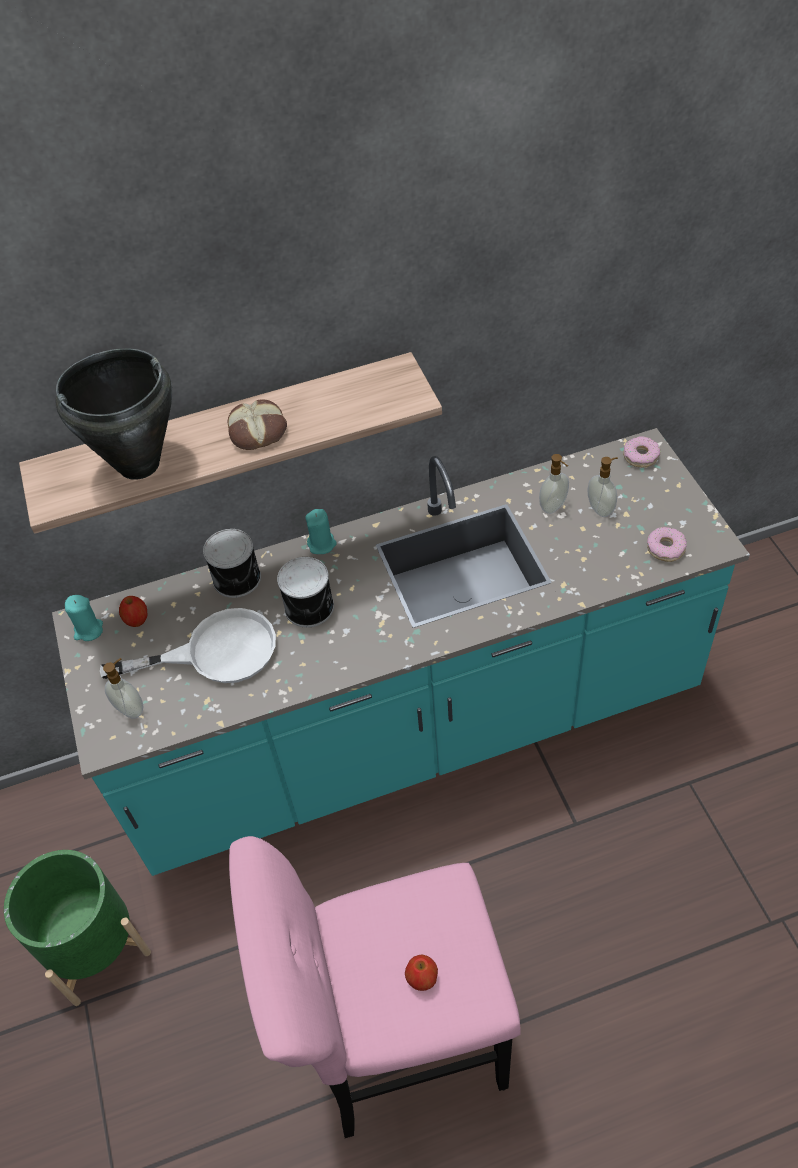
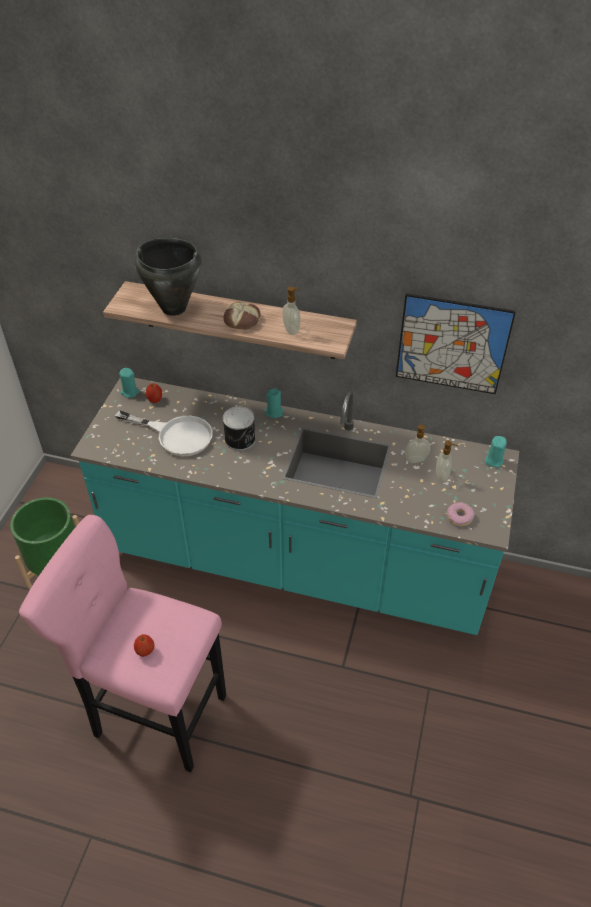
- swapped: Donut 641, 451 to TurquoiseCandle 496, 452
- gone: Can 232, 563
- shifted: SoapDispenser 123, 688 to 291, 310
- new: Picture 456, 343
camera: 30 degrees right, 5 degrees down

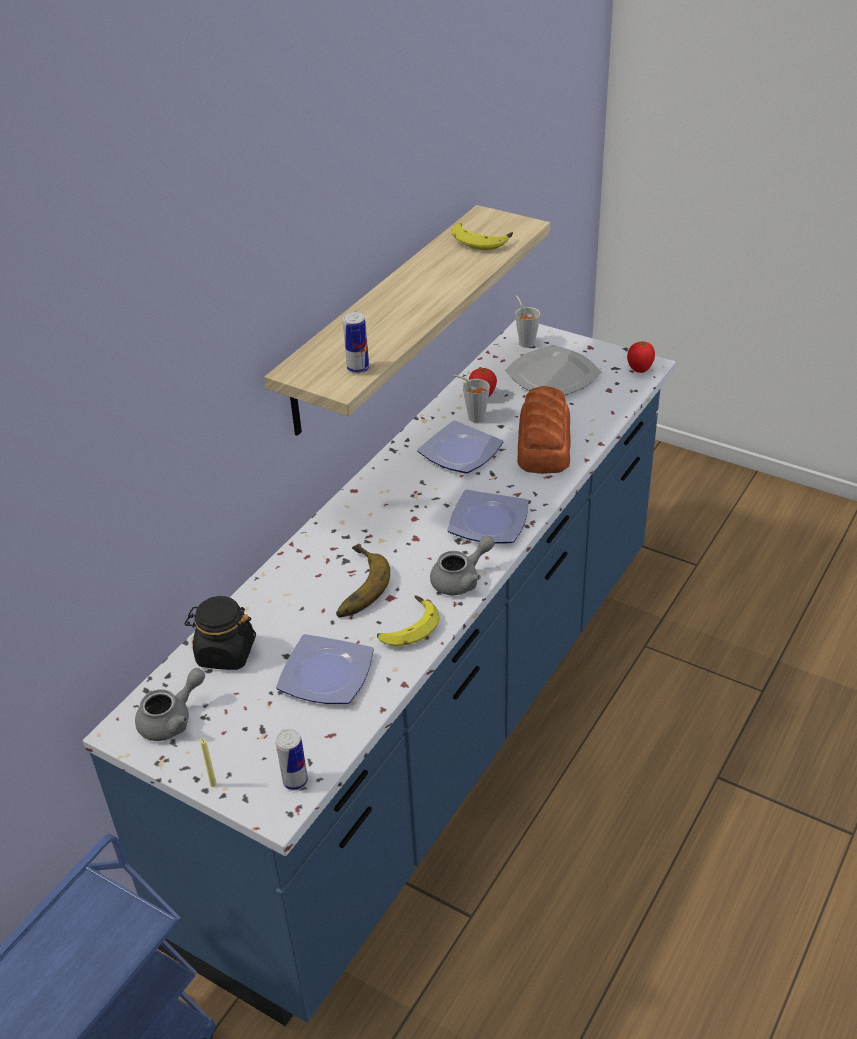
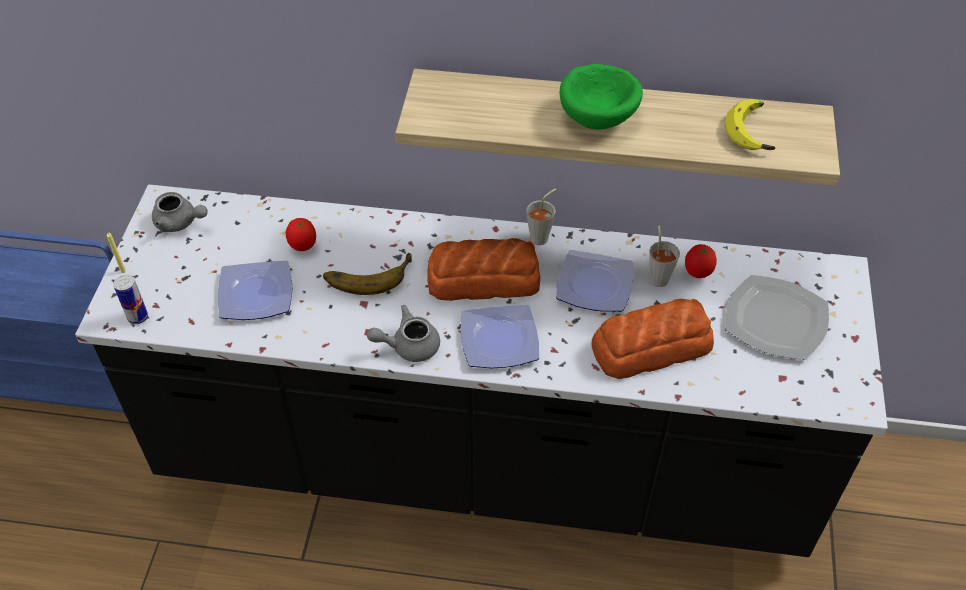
- shifted: GreyCup 527, 321 to 541, 216
- gone: Can 356, 343
- repainted: BlueCounter 379, 673 to BlackCounter 481, 370
- shifted: Tomato 641, 357 to 301, 234
- rotated: GreyTeapot 462, 565 = 403, 333 135 degrees clockwise
- gone: Banana 408, 620
- gone: BlackJar 220, 633
- new: GreenBowl 601, 97
- new: Bread 483, 269
camera: 65 degrees right, 10 degrees up

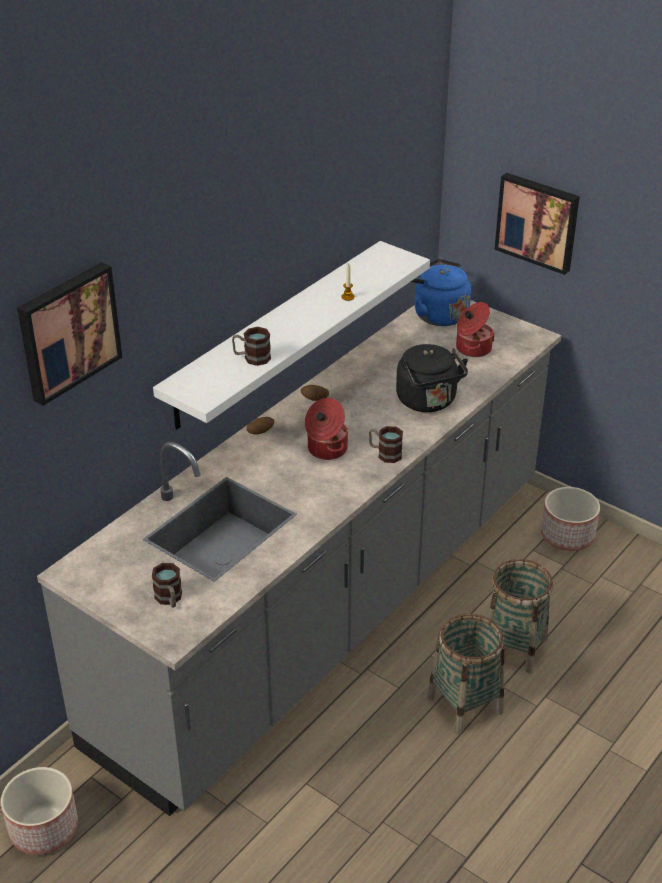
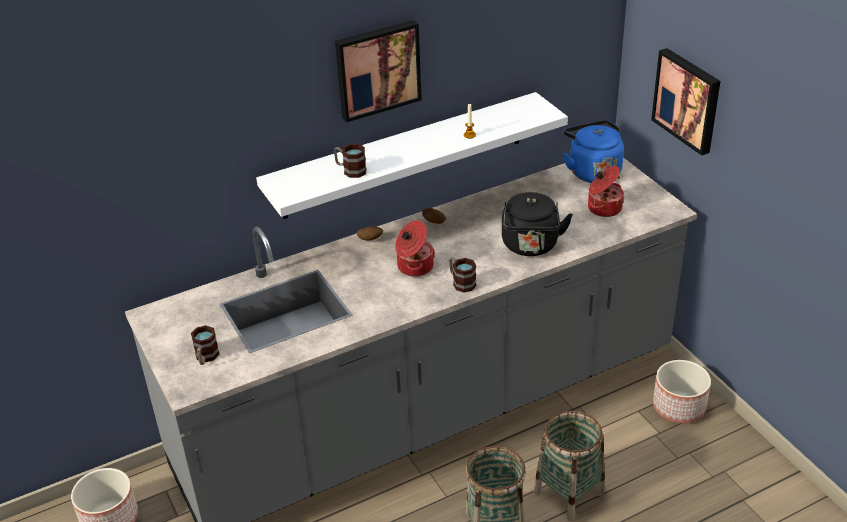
- shifted: Picture 69, 334 to 378, 71
camera: 25 degrees right, 0 degrees up

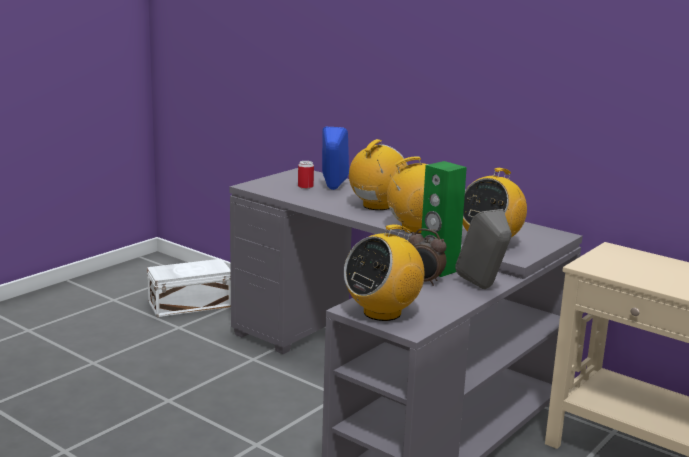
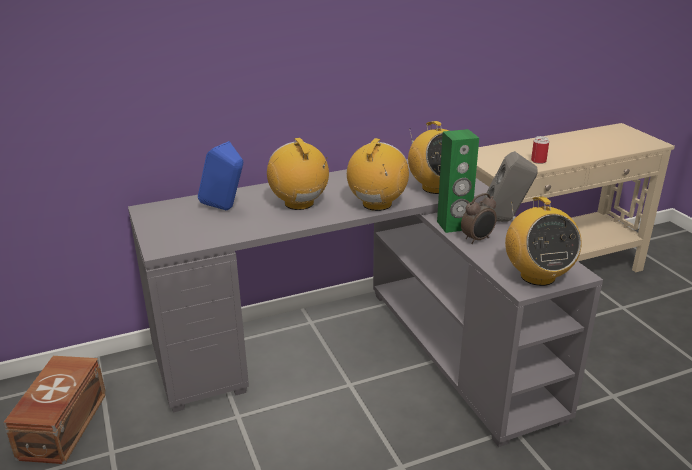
- shifted: Can 306, 175 to 540, 150
- repainted: WhiteStorageBox 189, 288 to BrownStorageBox 54, 410
camera: 60 degrees left, 10 degrees up

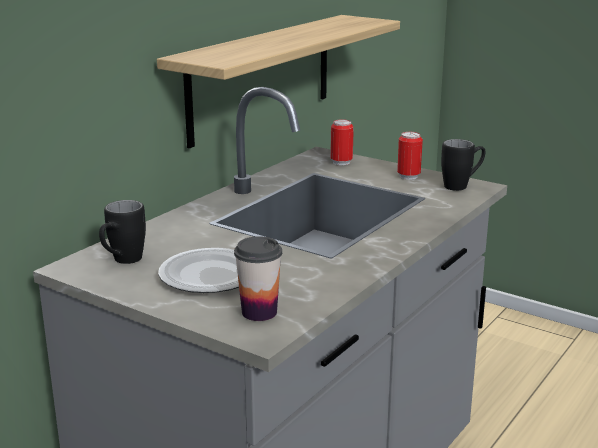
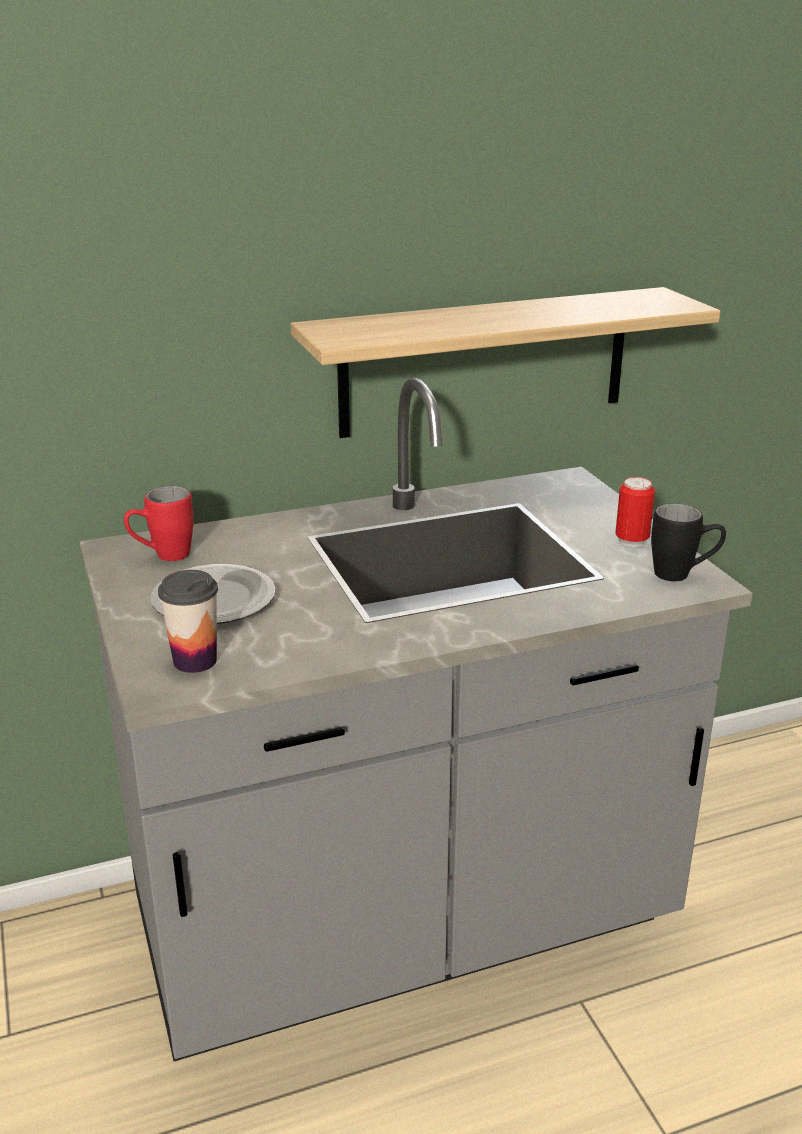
- gone: Can 342, 142
- repainted: BlackMug 122, 232 to RedMug 159, 523
camera: 35 degrees right, 5 degrees up

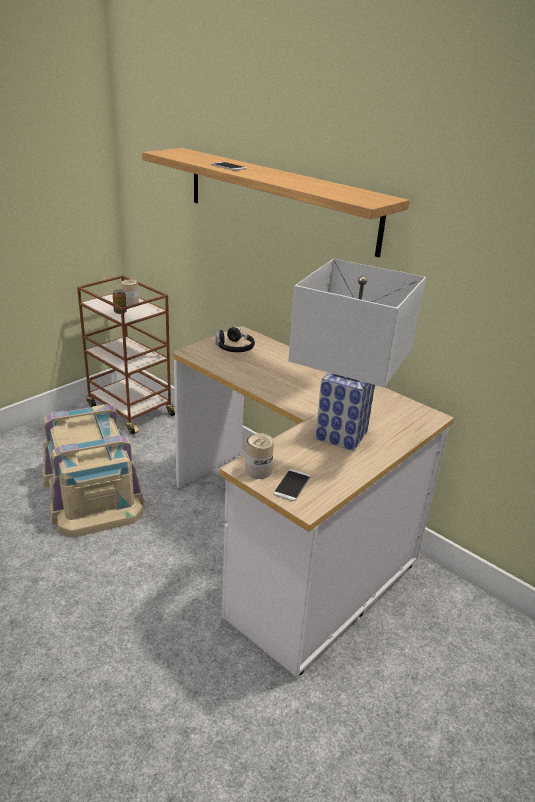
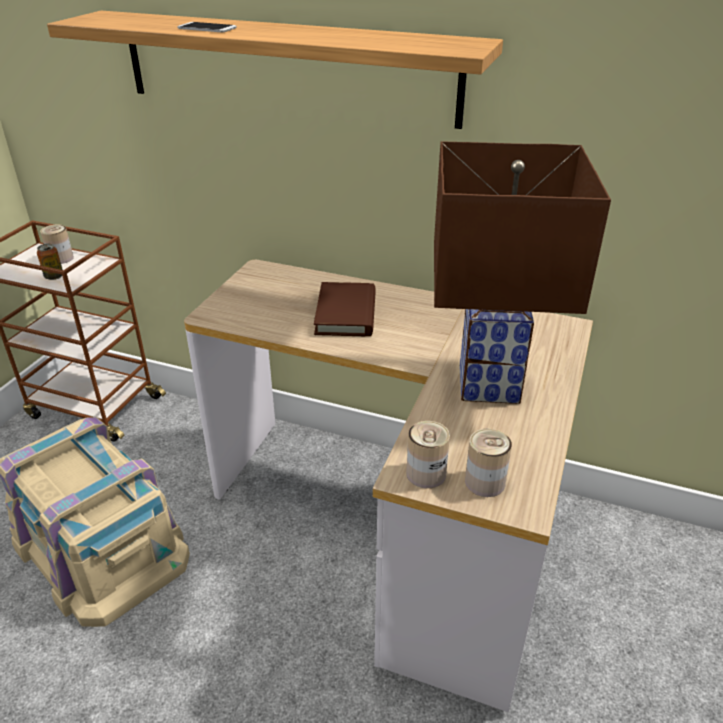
- repainted: WhiteTableLamp 357, 355 to BrownTableLamp 522, 272
- gone: BlackHeadphones 235, 339
- swapped: Phone 292, 485 to Can 488, 462
- new: BrownBook 345, 309
camera: 20 degrees left, 5 degrees up

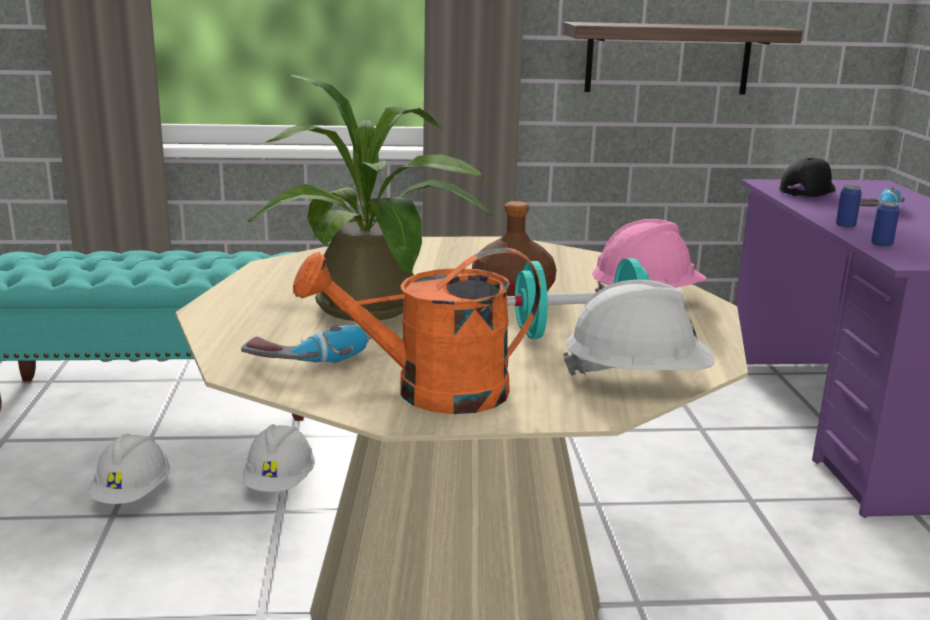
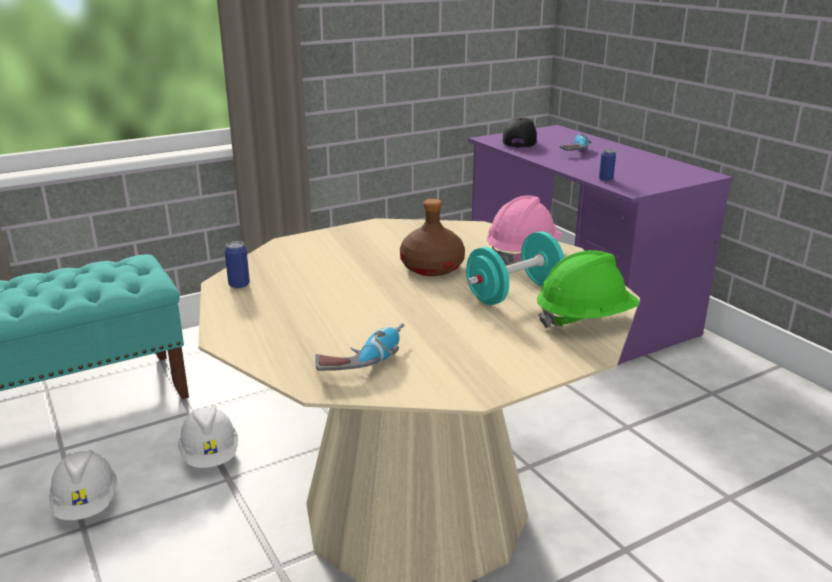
- gone: Shelf 683, 58
- gone: PottedPlant 370, 197
- shifted: Can 849, 206 to 237, 264
- gone: OrangeWateringCan 417, 331
- repainted: WhiteHardHat 639, 328 to GreenHardHat 588, 289
camera: 25 degrees left, 5 degrees up

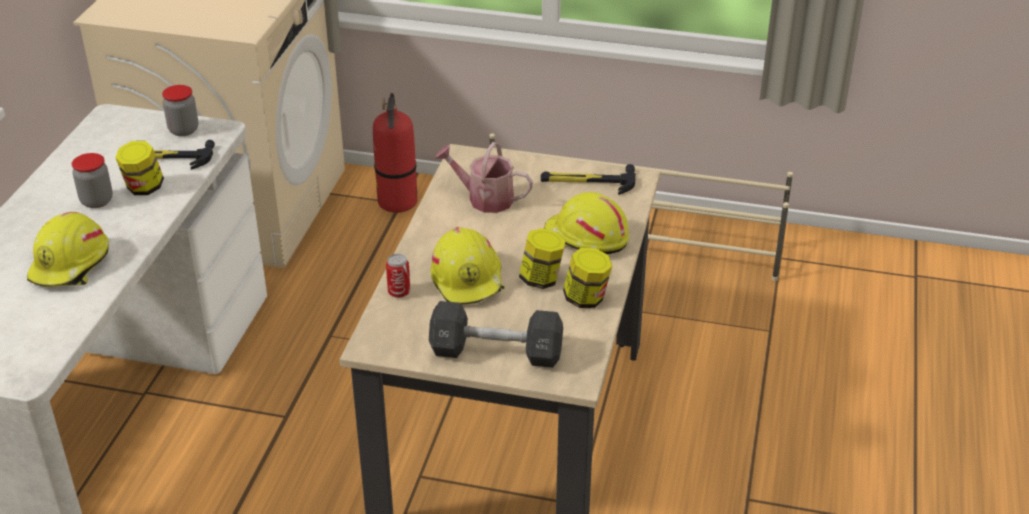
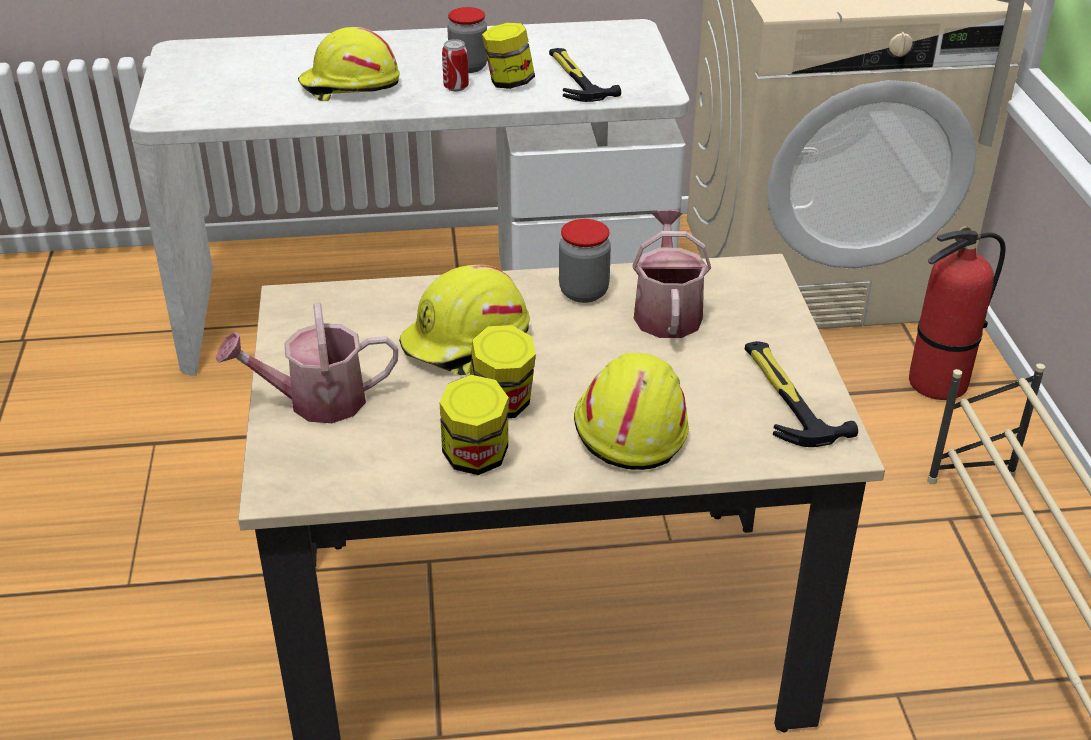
- shifted: Jar 180, 110 to 585, 261
- shifted: Can 398, 276 to 455, 65
- swapped: BlackDumbbell 496, 334 to WateringCan 307, 363
camera: 70 degrees right, 0 degrees up

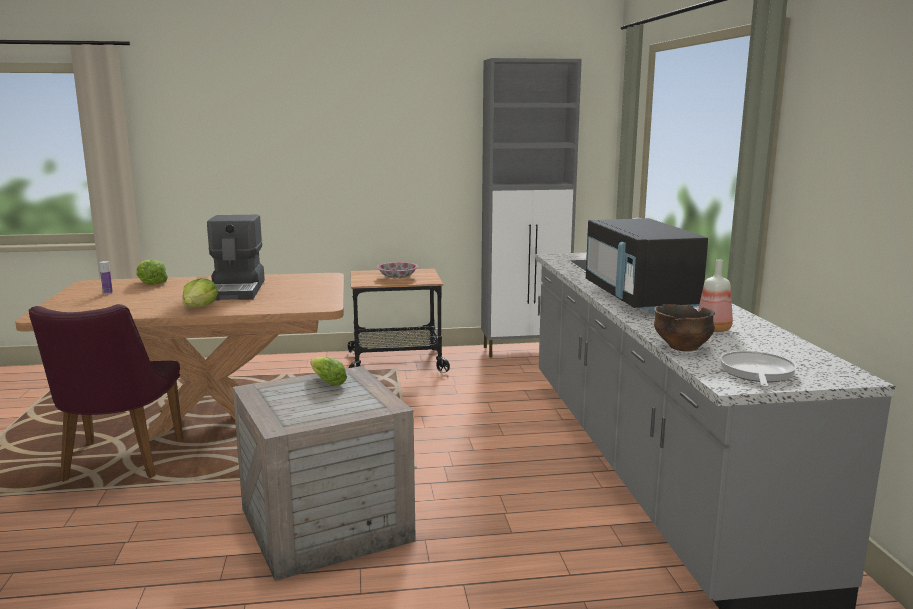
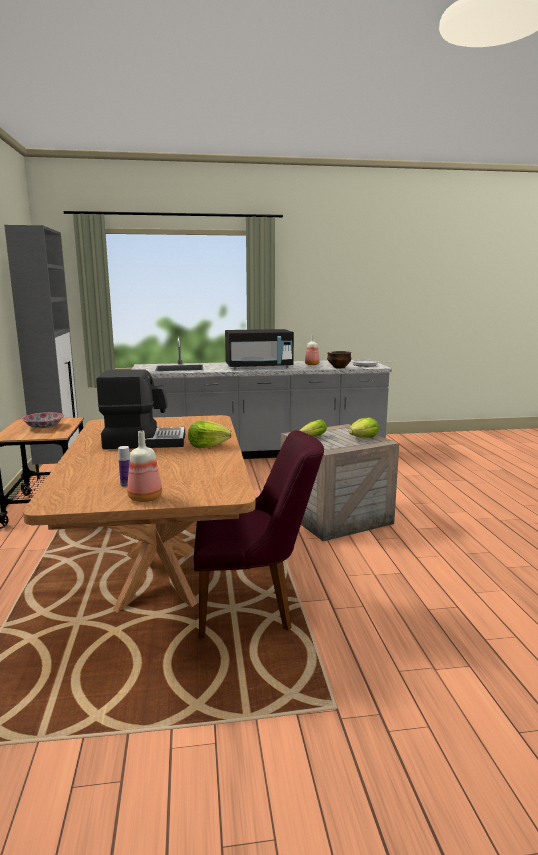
- shifted: Lettuce 152, 272 to 364, 427
- new: Bottle 144, 466
camera: 90 degrees left, 0 degrees up

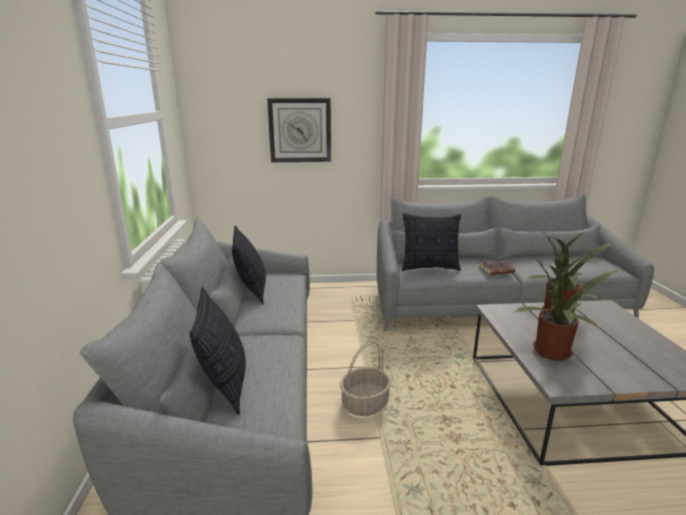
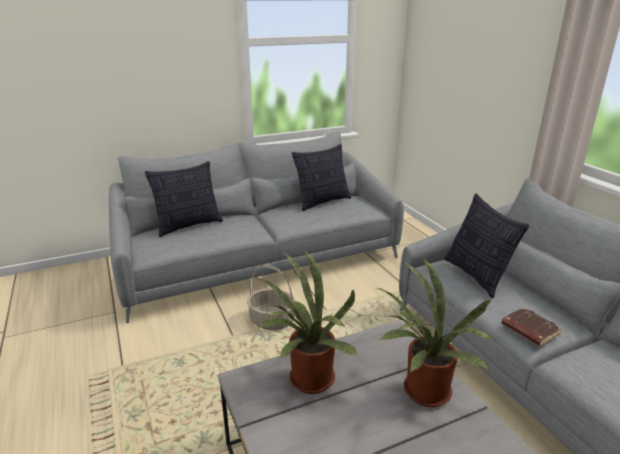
- gone: WallClock 299, 130
camera: 70 degrees right, 5 degrees up

